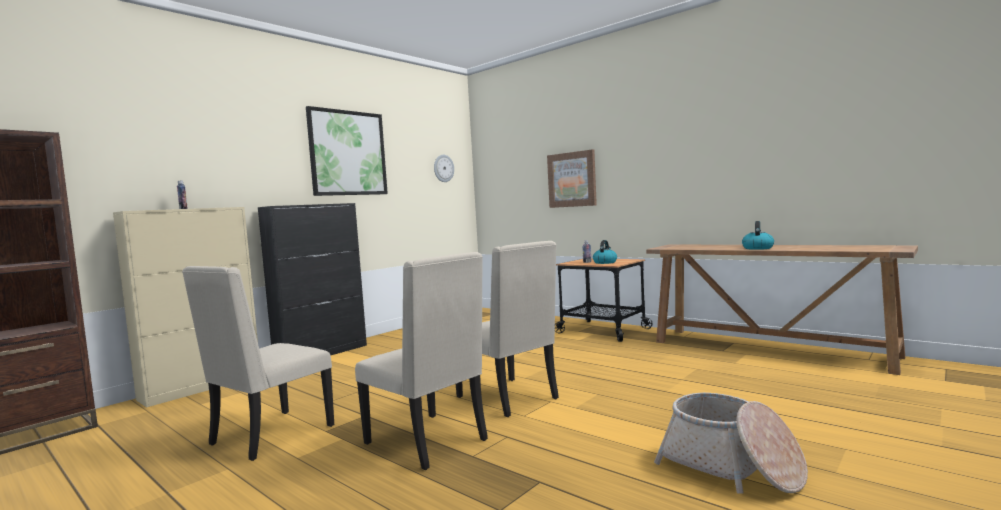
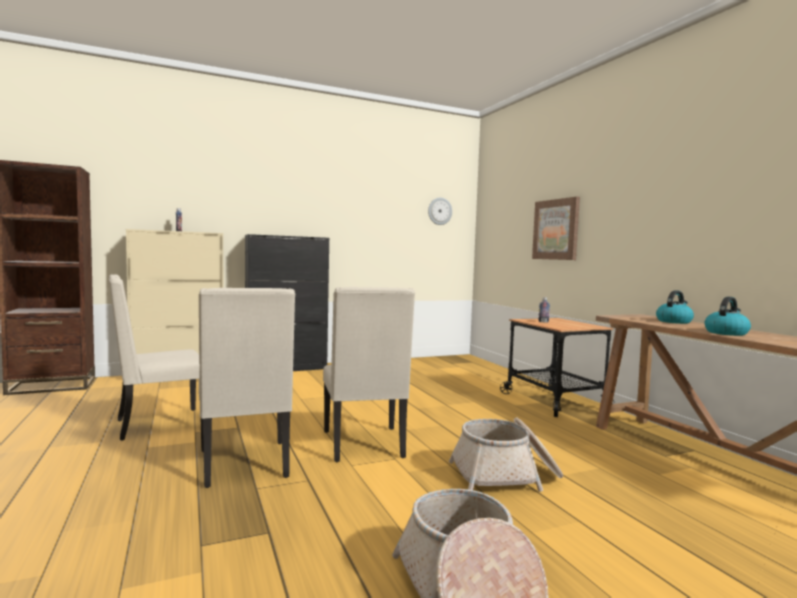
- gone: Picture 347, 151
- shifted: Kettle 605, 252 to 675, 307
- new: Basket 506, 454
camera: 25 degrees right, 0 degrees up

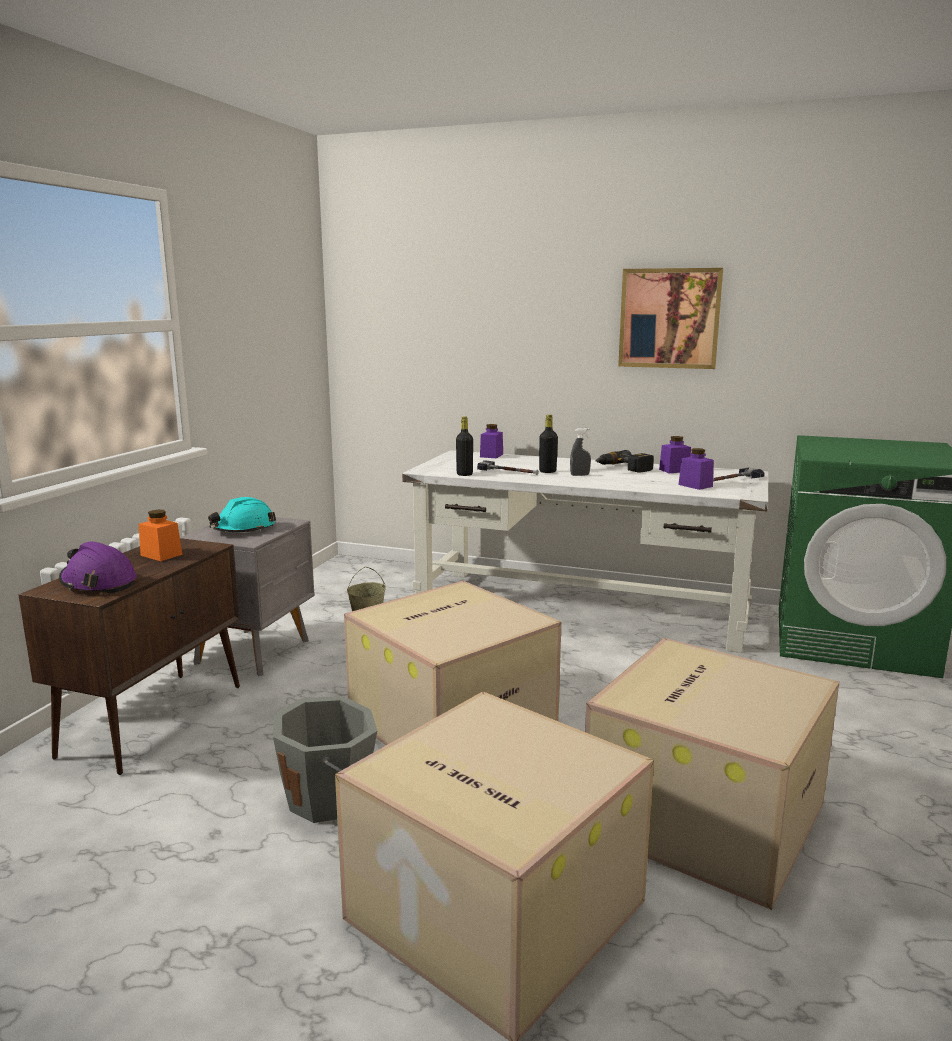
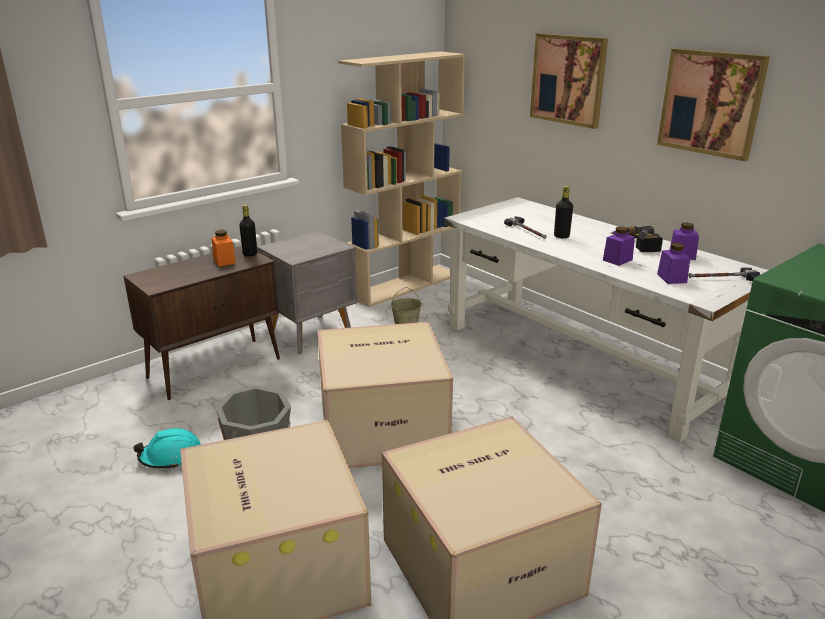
- shifted: BlackBottle 464, 446 to 248, 231
- shifted: PurpleJar 491, 441 to 619, 246
- gone: GreySprayBottle 580, 452
- shifted: TurquoiseHardHat 242, 514 to 167, 448
- gone: PurpleHardHat 98, 567
- new: Picture 569, 81
- new: BeigeBookcase 401, 179
camera: 30 degrees right, 10 degrees up

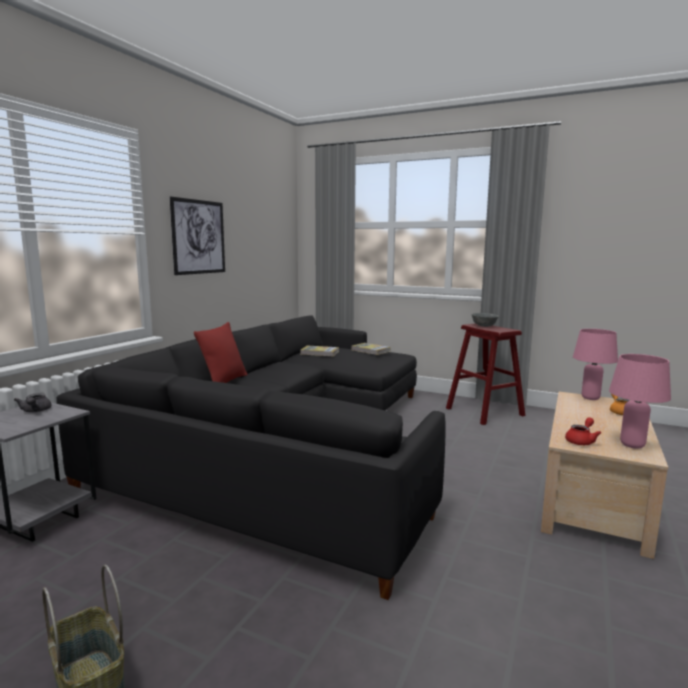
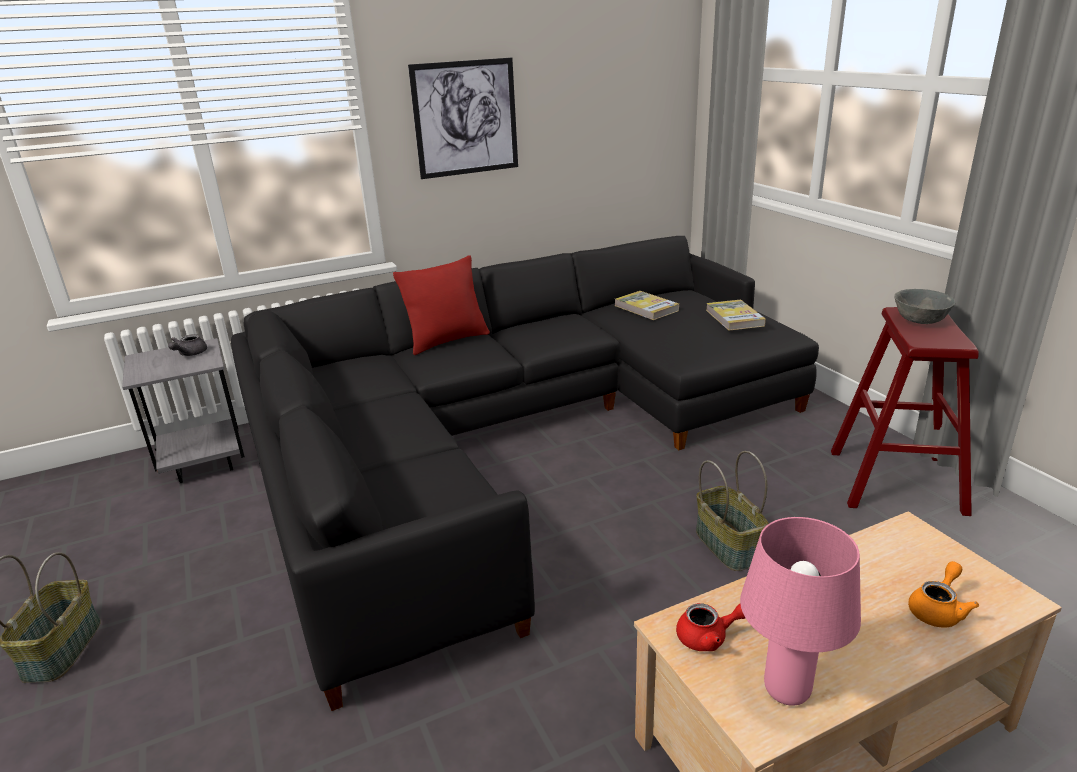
- gone: PinkTableLamp 595, 364
- new: Basket 732, 511
camera: 40 degrees right, 15 degrees up

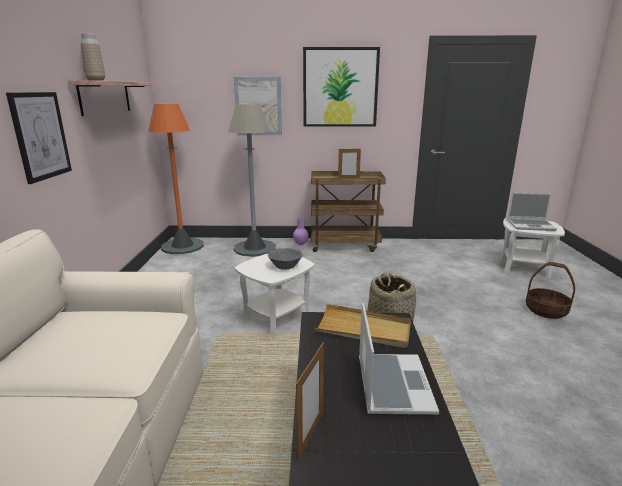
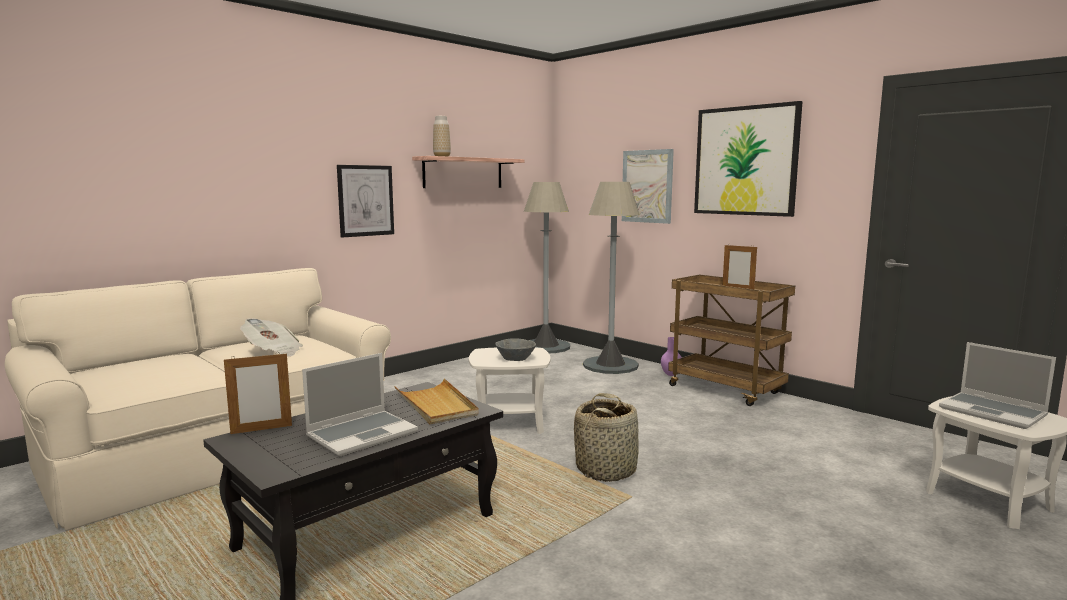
- repainted: OrangeFloorLamp 176, 178 to GreyFloorLamp 547, 267
- gone: Basket 550, 290
- new: Newspaper 271, 337
camera: 45 degrees right, 10 degrees down

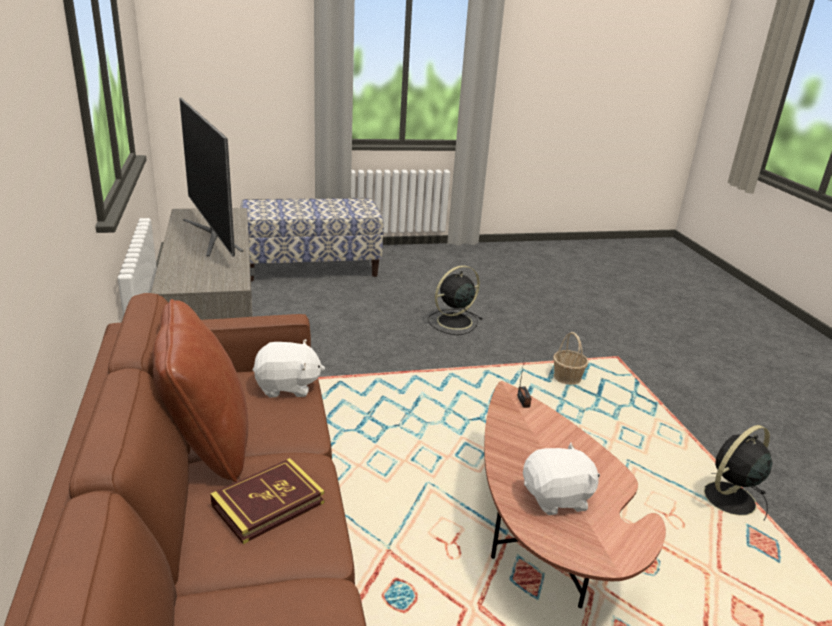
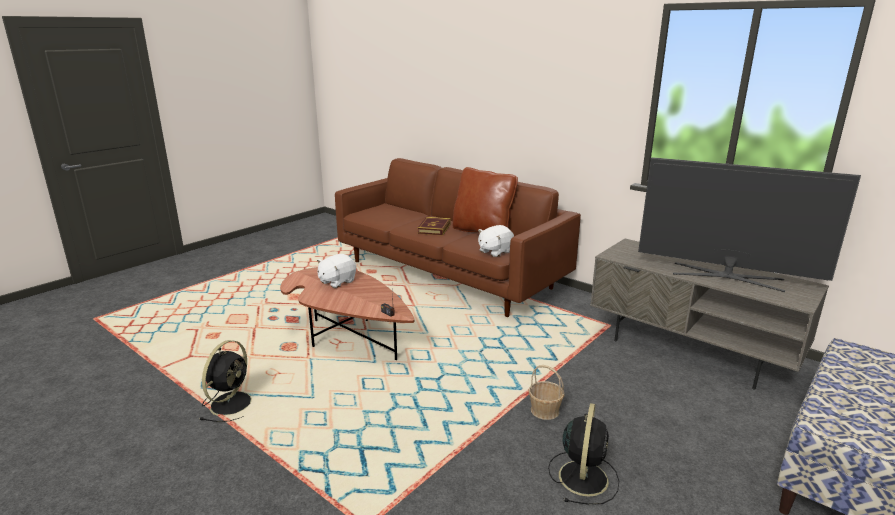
- shifted: Basket 571, 358 to 546, 392
camera: 145 degrees right, 5 degrees down

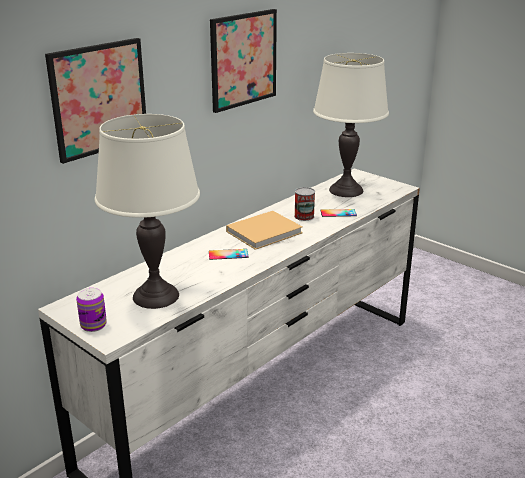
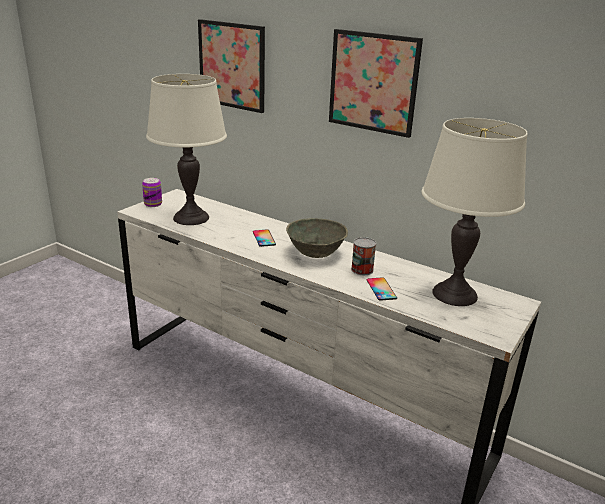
- swapped: BeigeBook 264, 230 to GreyBowl 317, 238
camera: 80 degrees right, 0 degrees up

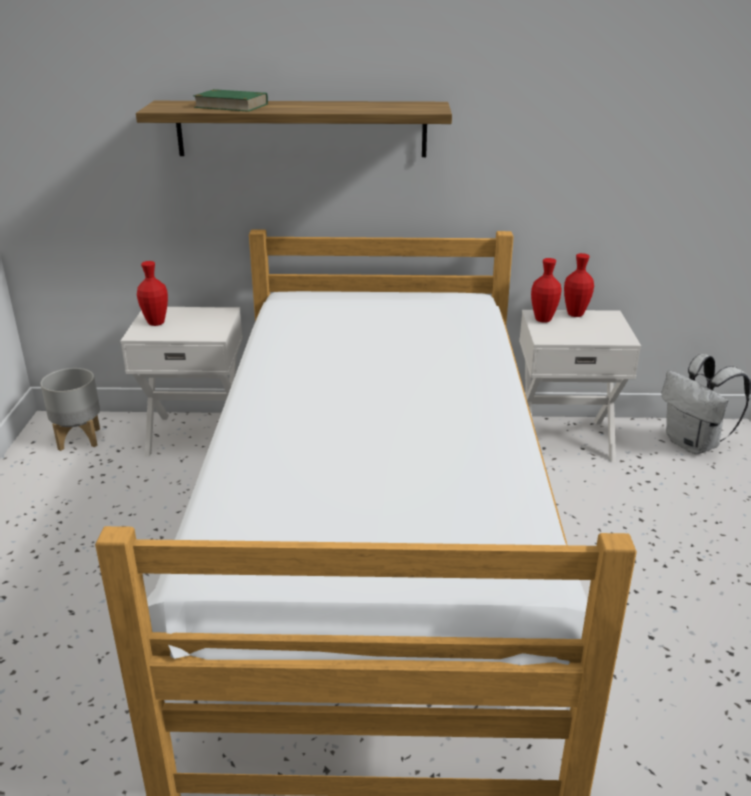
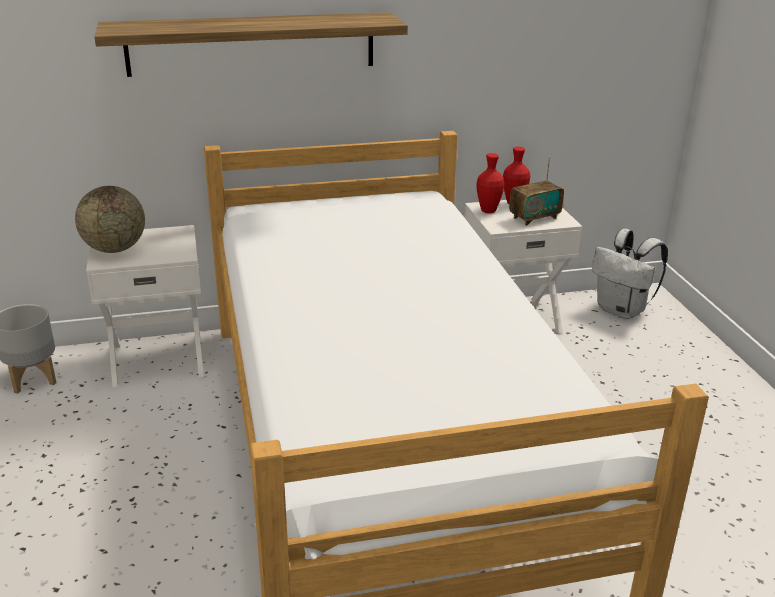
- gone: GreenBook 230, 100
- swapped: RedVase 152, 293 to Globe 110, 219
- new: Radio 536, 191
camera: 15 degrees left, 0 degrees up

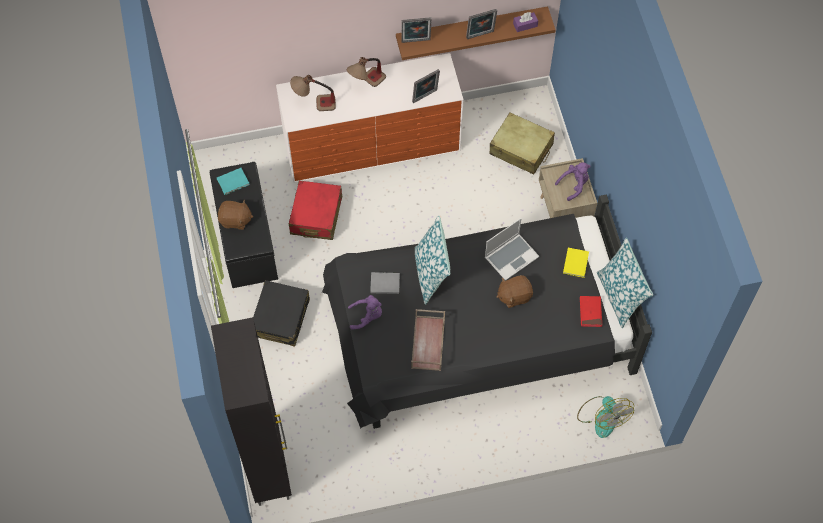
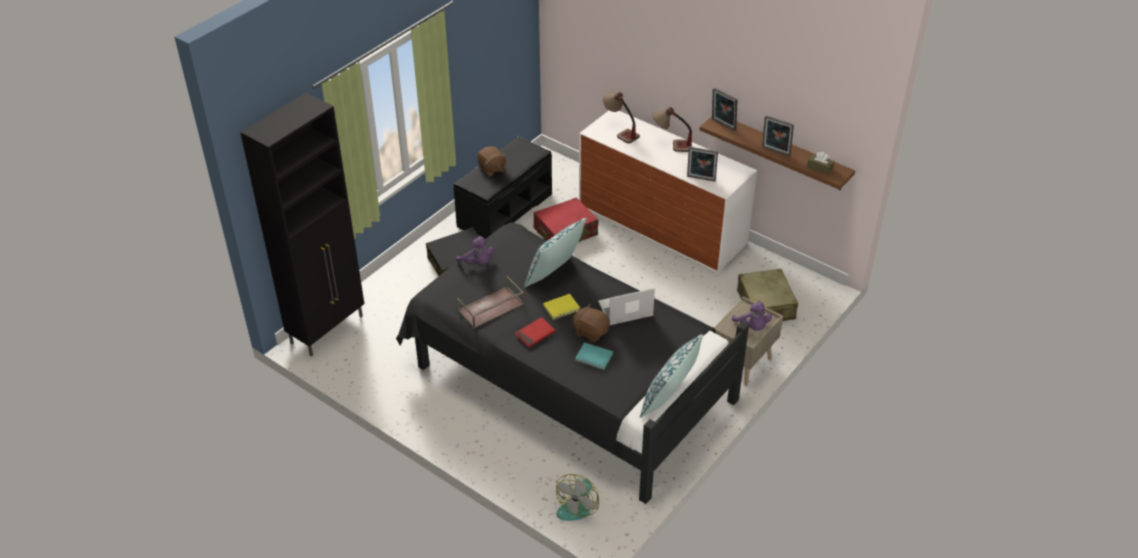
- repainted: PurpleTissueBox 525, 22 to BrownTissueBox 820, 163
- rotated: PurplePlushToy 573, 181 = 752, 316 45 degrees clockwise
- shifted: TurquoiseBook 233, 181 to 594, 356
- rotated: Laptop 512, 249 = 626, 306 150 degrees clockwise
- shifted: YellowBook 576, 263 to 561, 307
- gone: GreyBook 385, 283
- shifted: RedBook 591, 311 to 535, 332
camera: 50 degrees right, 20 degrees down

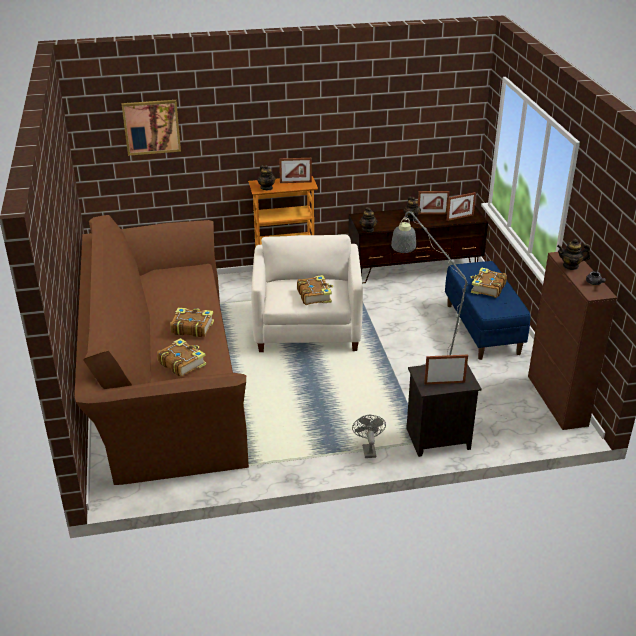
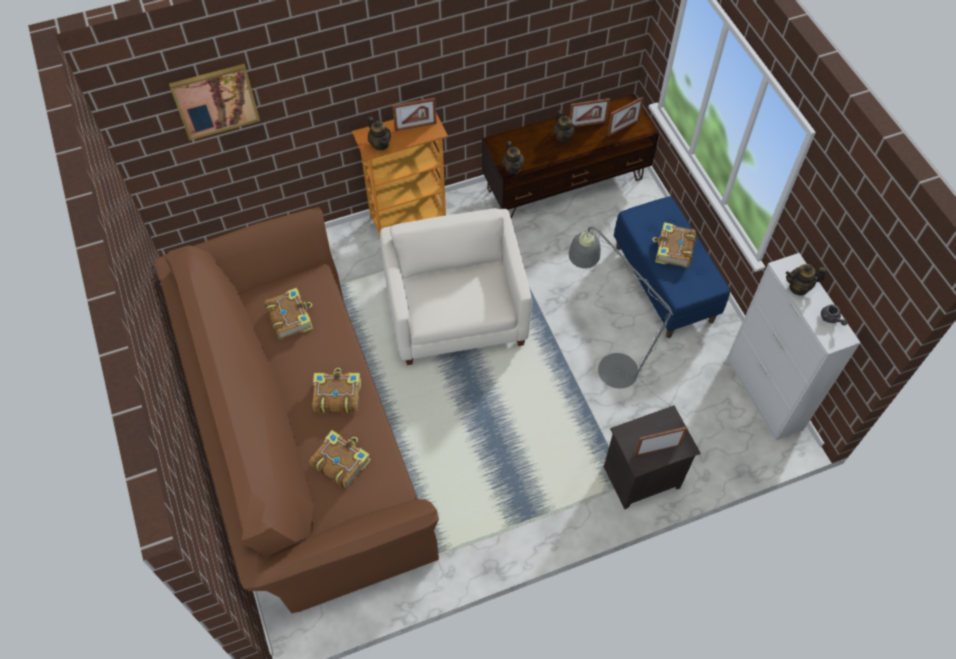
- repainted: BrownCabinet 572, 341 to WhiteCabinet 794, 346
- shifted: Book 315, 290 to 288, 314
- gone: GreyFan 369, 436
camera: 10 degrees left, 25 degrees up

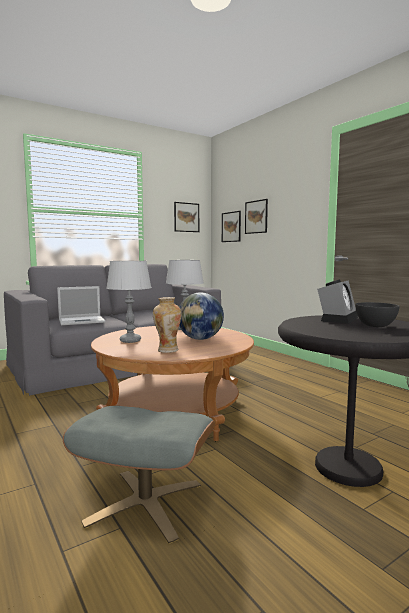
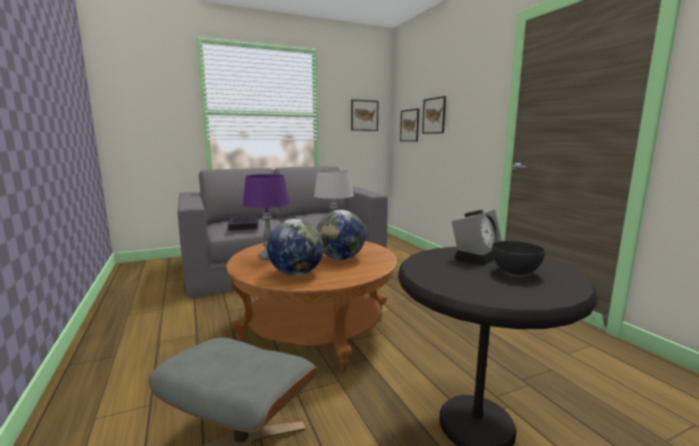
- repainted: GreyTableLamp 129, 302 to PurpleTableLamp 266, 217
- swapped: Laptop 81, 305 to Book 243, 223
- swapped: Vase 167, 325 to Globe 295, 247
camera: 10 degrees right, 5 degrees up

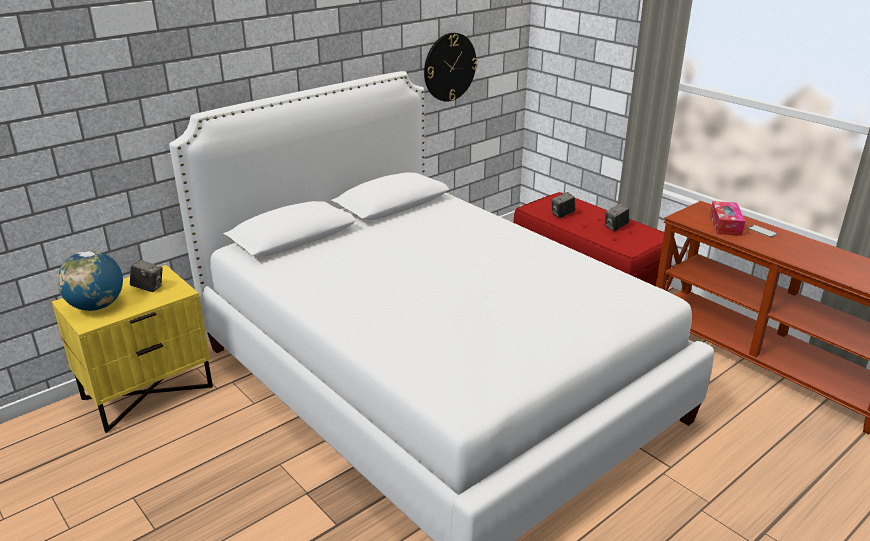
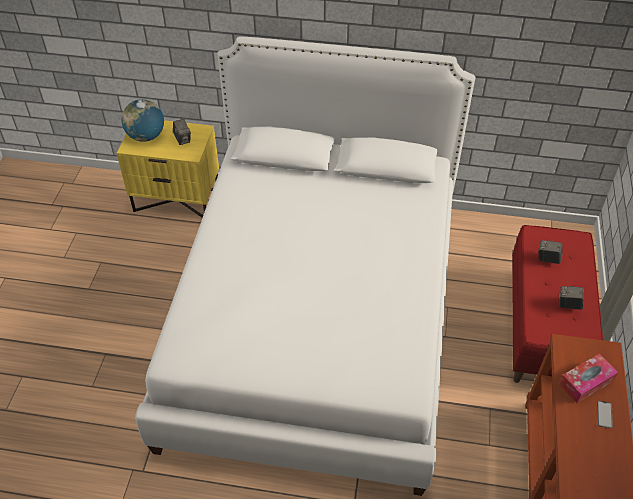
- gone: WallClock 450, 67
camera: 50 degrees right, 20 degrees up

